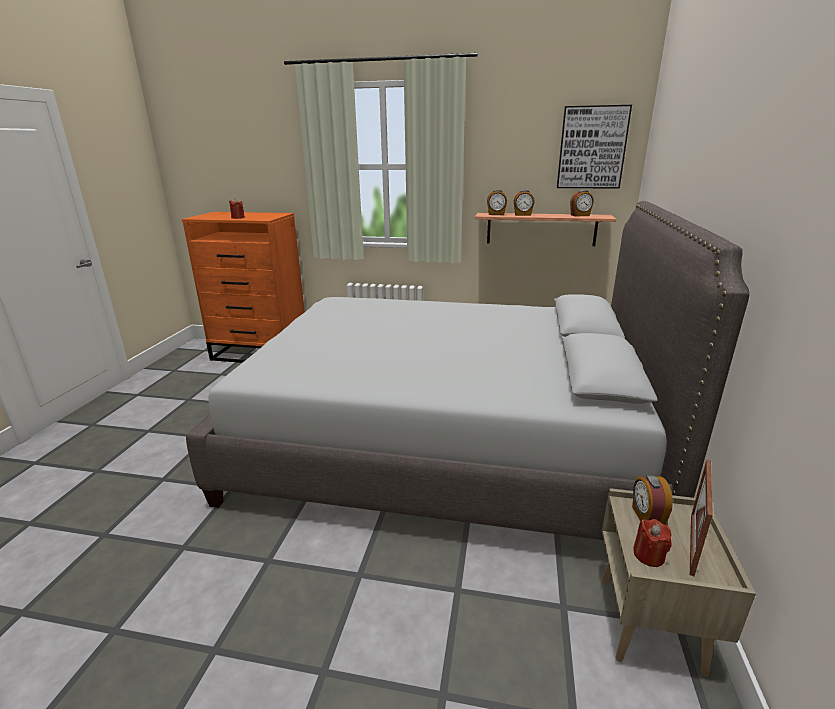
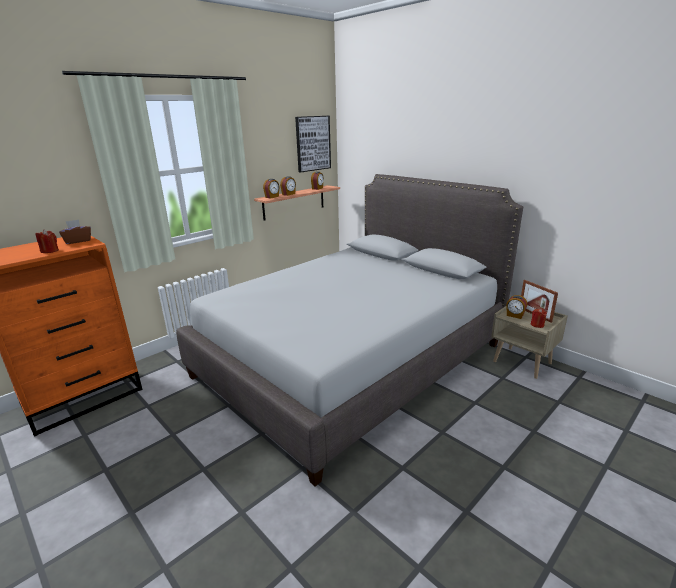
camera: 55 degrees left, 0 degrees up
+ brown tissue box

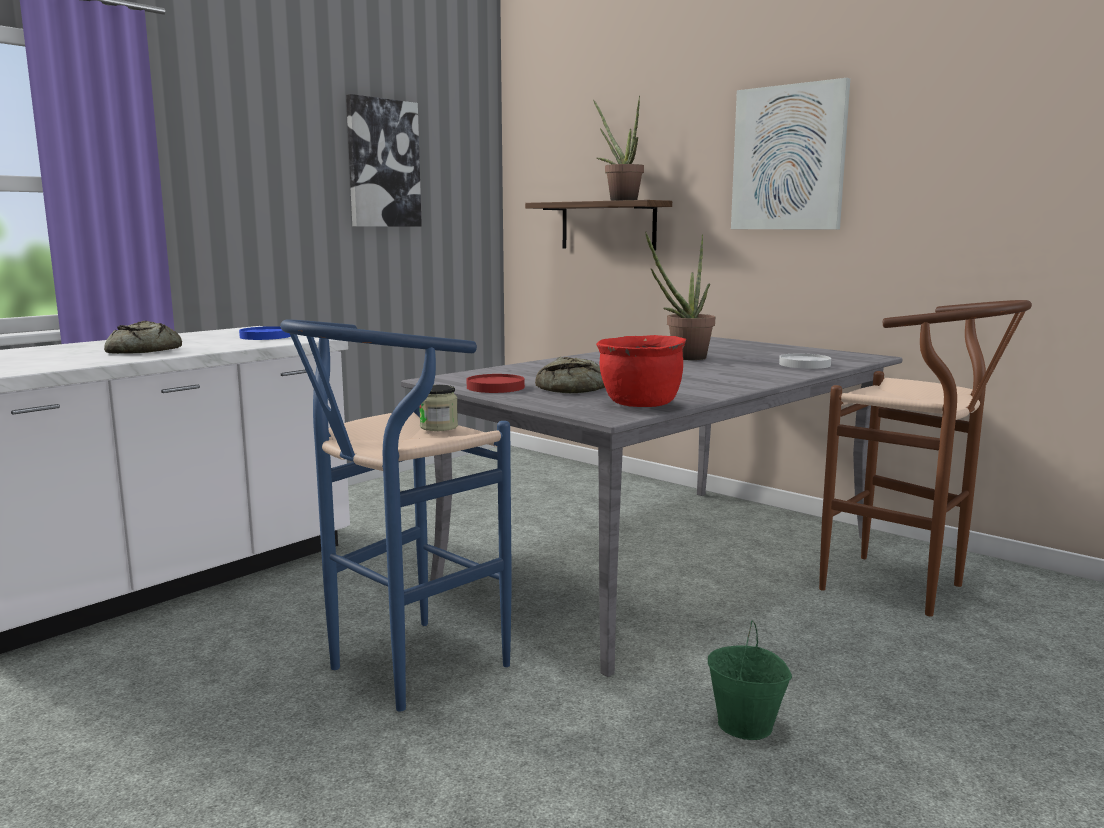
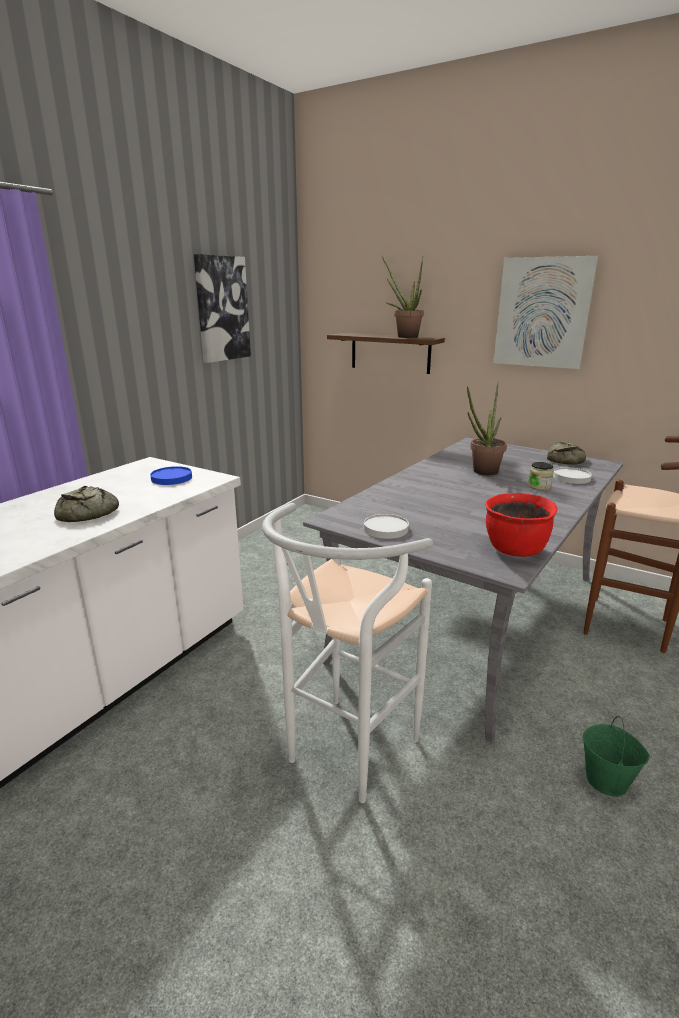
camera: 10 degrees left, 10 degrees up
~ blue stool to white stool
~ red plate to white plate (no. 1 from left)
~ jar
~ bread (no. 2 from left)

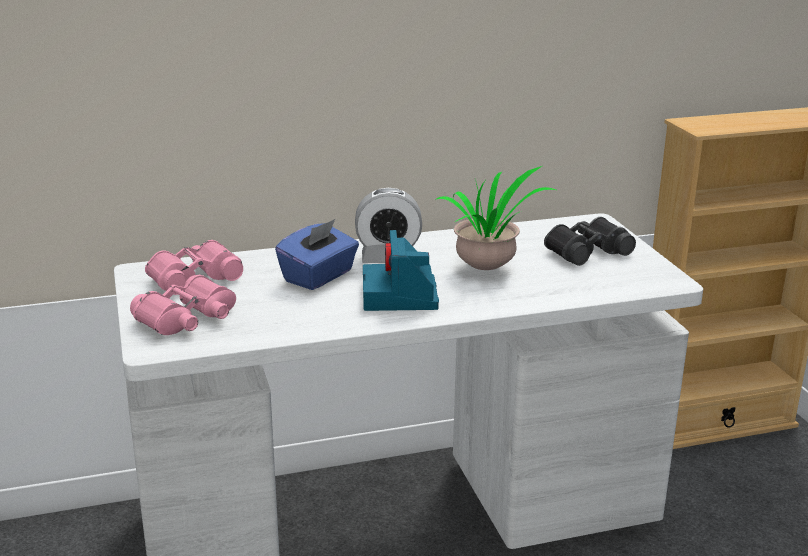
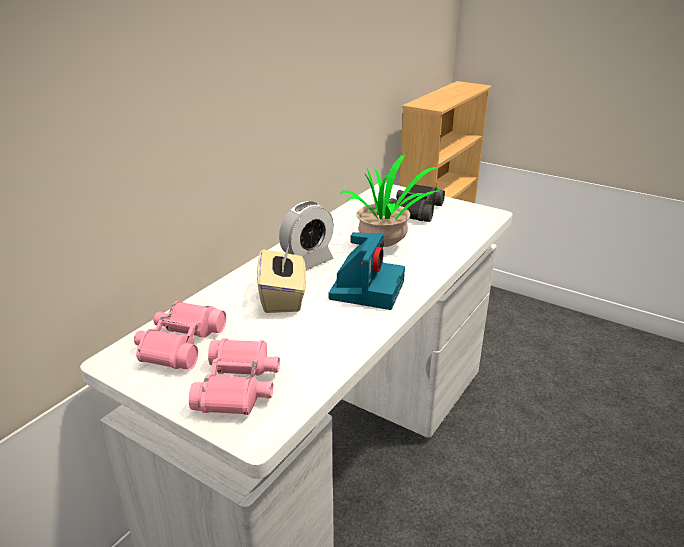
camera: 40 degrees left, 5 degrees up
~ blue tissue box to beige tissue box
~ photo camera 120 degrees counterclockwise

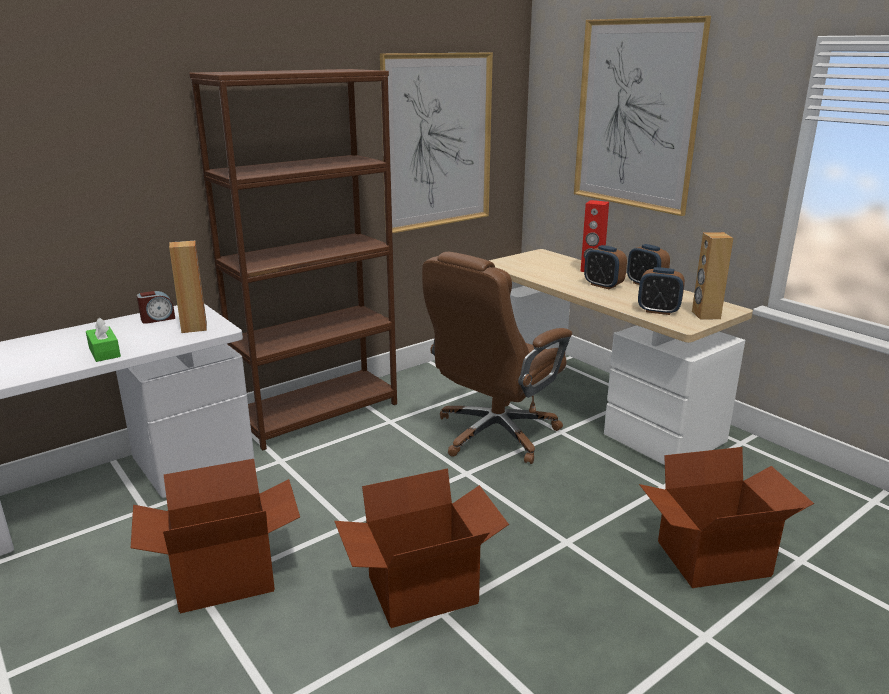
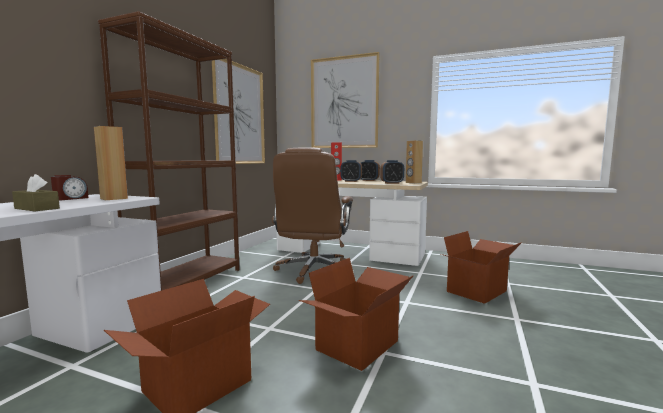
camera: 30 degrees left, 15 degrees down
~ green tissue box to brown tissue box

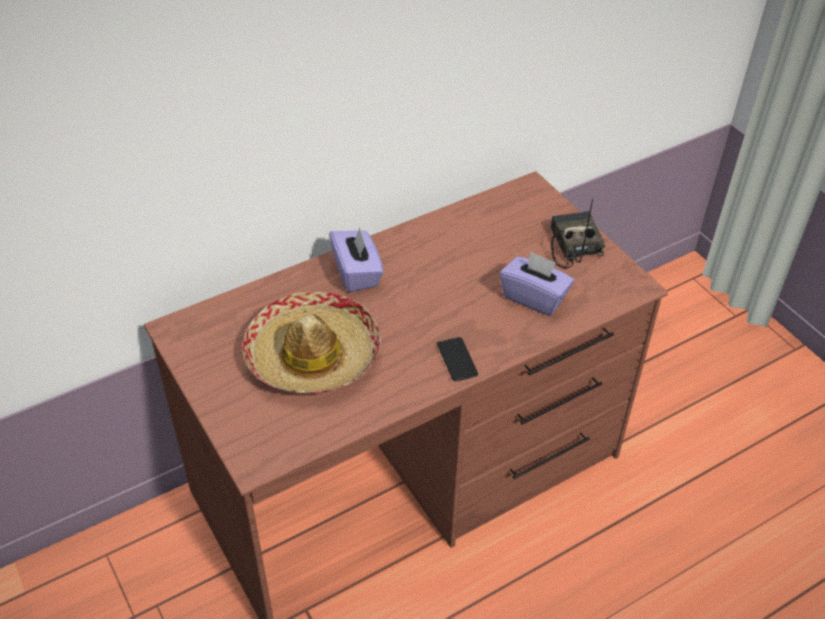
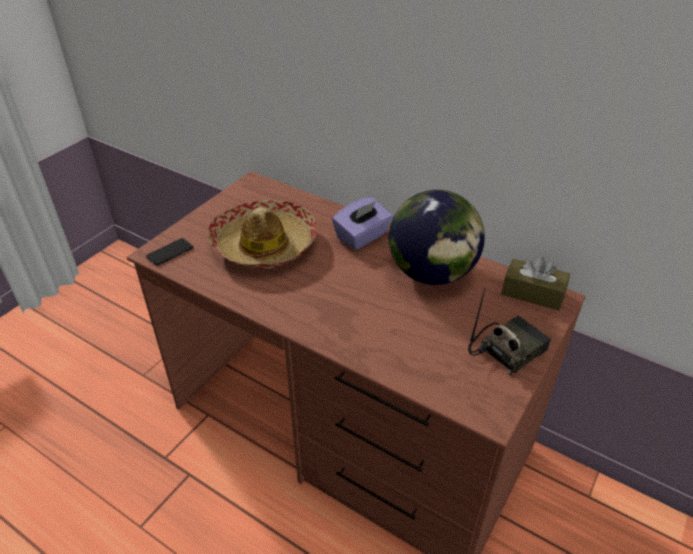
camera: 65 degrees right, 5 degrees down
~ phone
+ globe
+ brown tissue box
- purple tissue box (no. 2 from left)

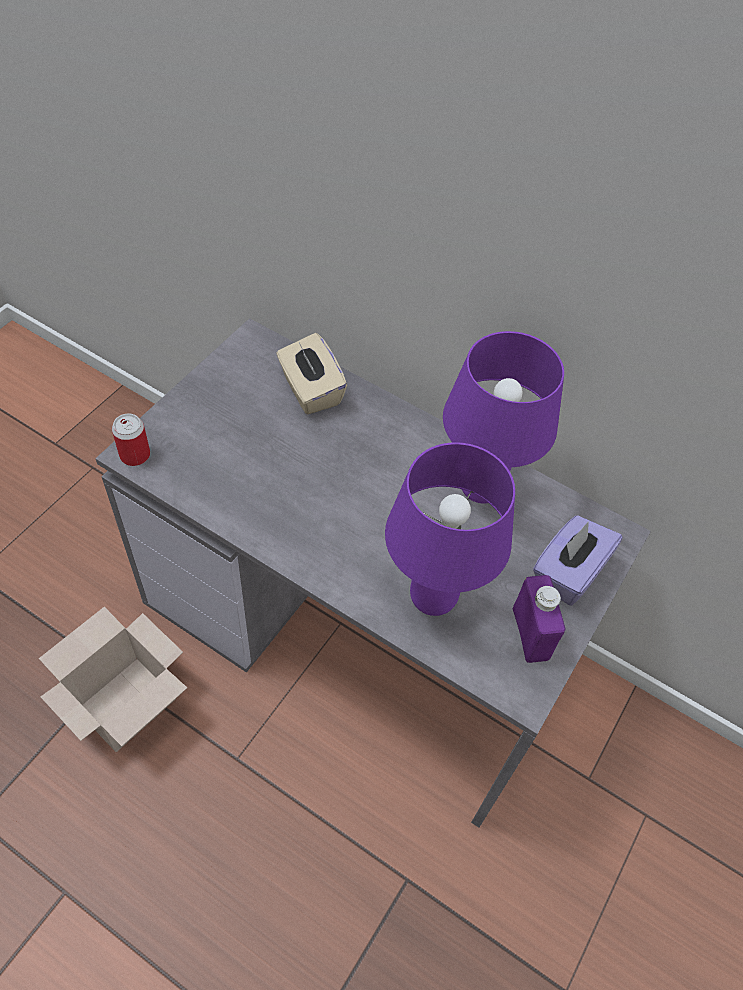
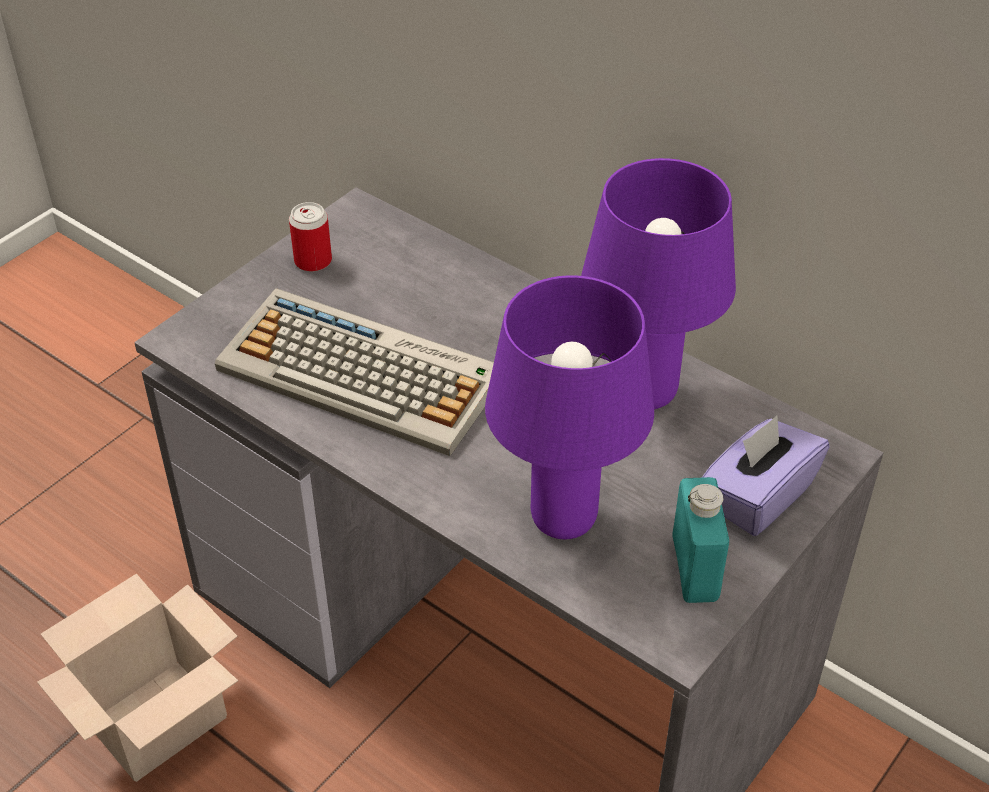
camera: 10 degrees right, 10 degrees down
+ keyboard
~ can
~ purple bottle to turquoise bottle
- beige tissue box

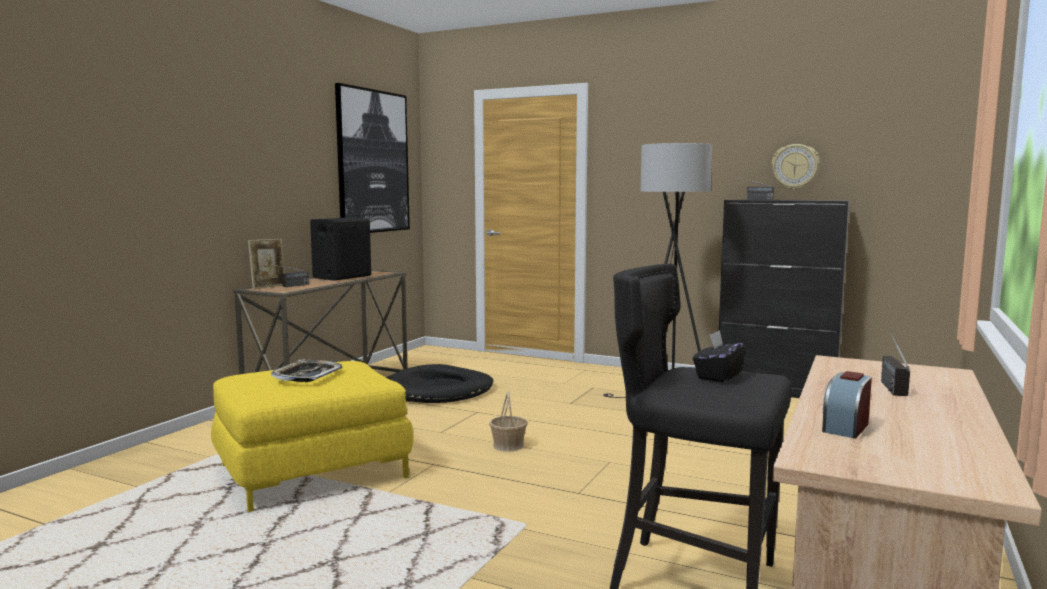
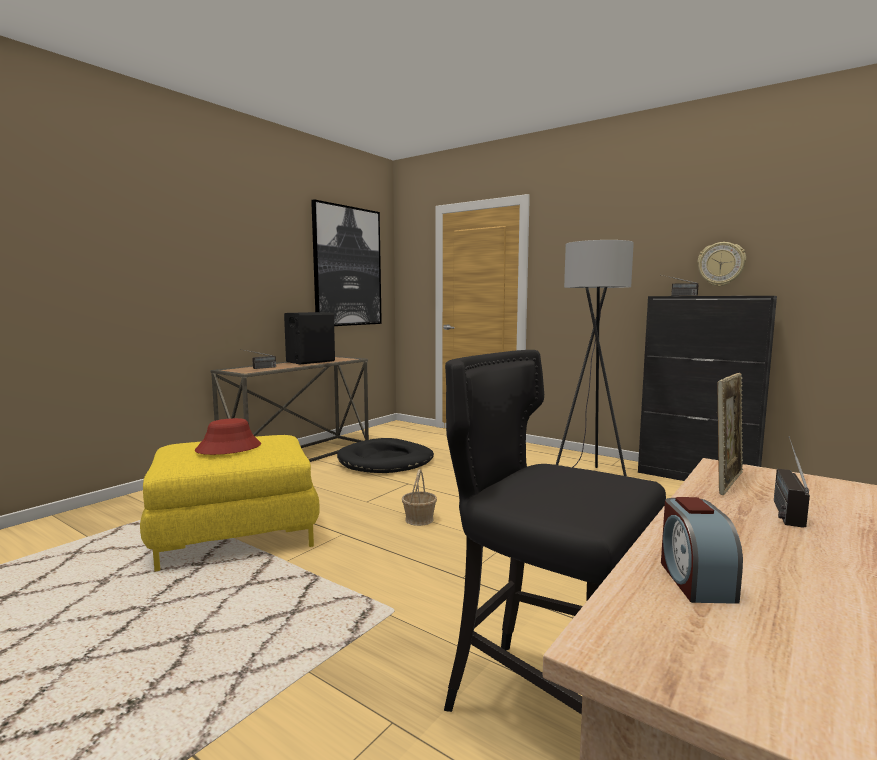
camera: 10 degrees right, 0 degrees up
~ tray to red hat
~ alarm clock 45 degrees counterclockwise
~ picture frame
- black tissue box

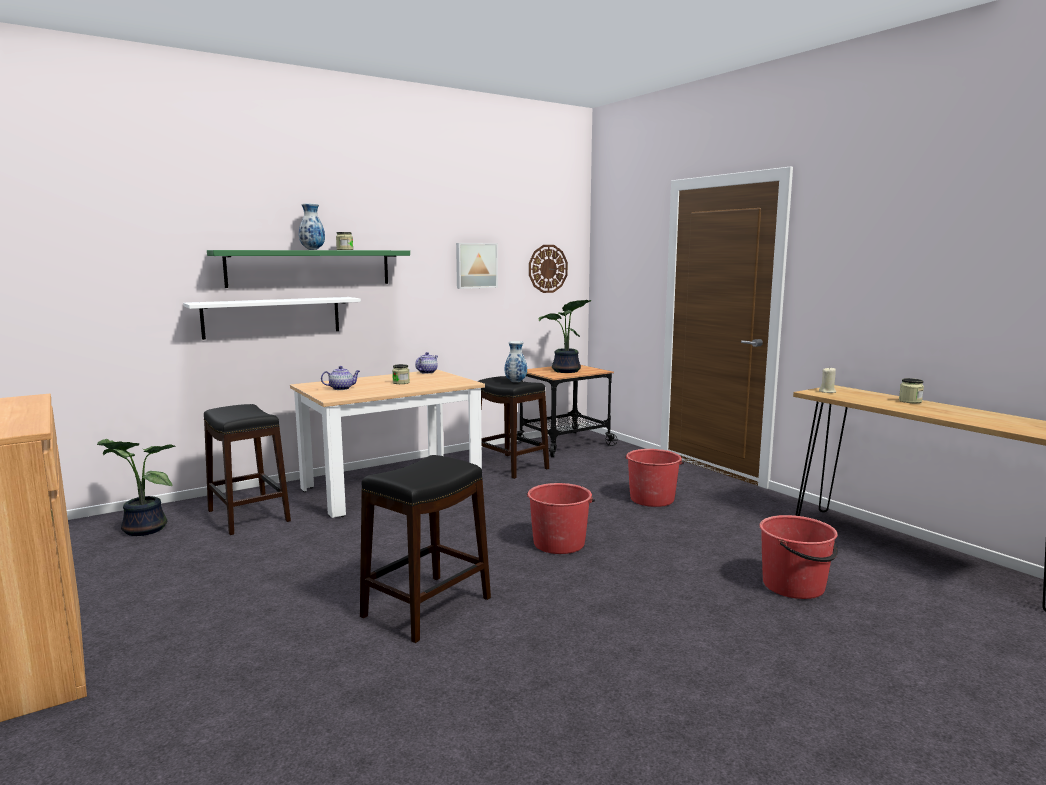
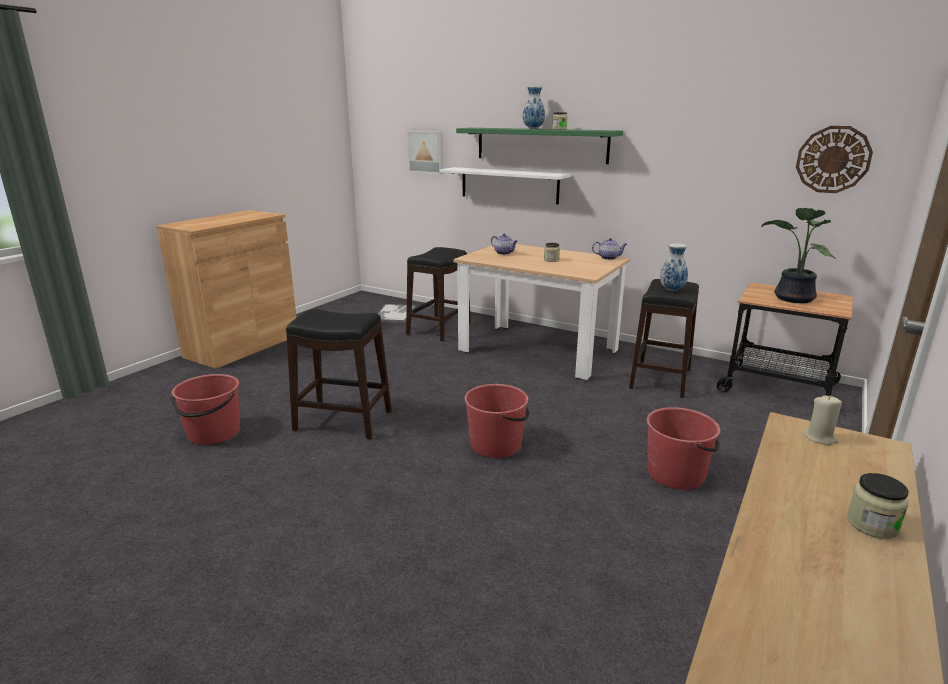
camera: 65 degrees right, 10 degrees up
~ red bucket (no. 3 from left in the first image) to red bucket (no. 1 from left)
~ potted plant (no. 1 from left) to tray
~ picture

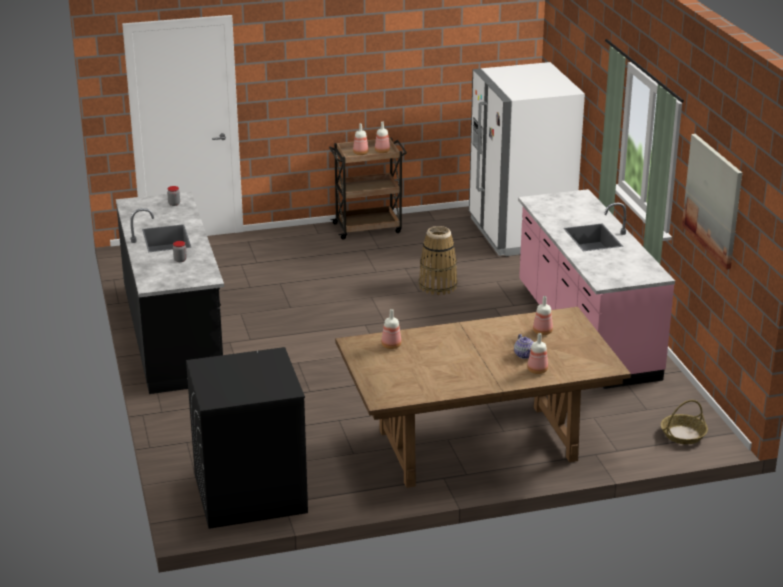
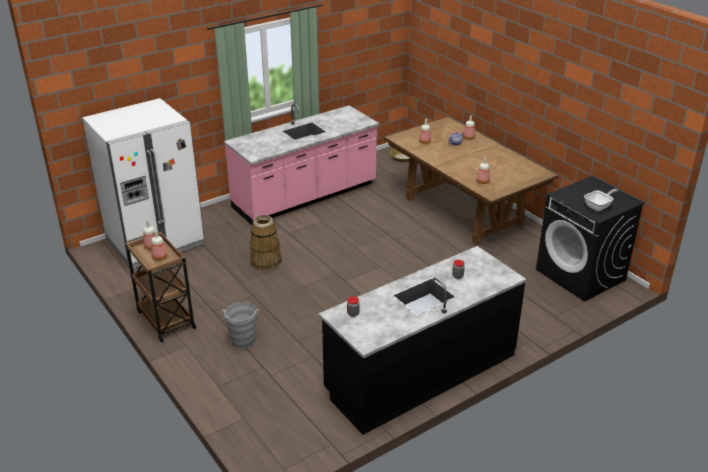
camera: 110 degrees left, 5 degrees up
+ grey bucket
+ frying pan
- picture

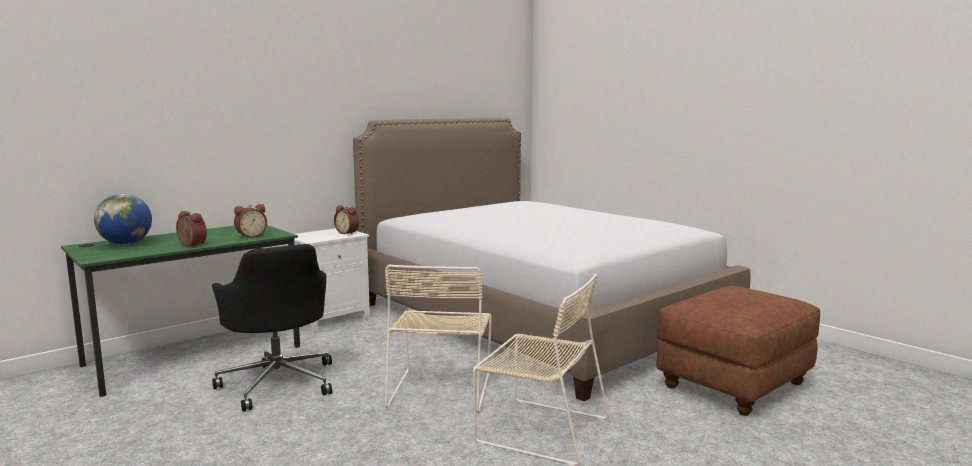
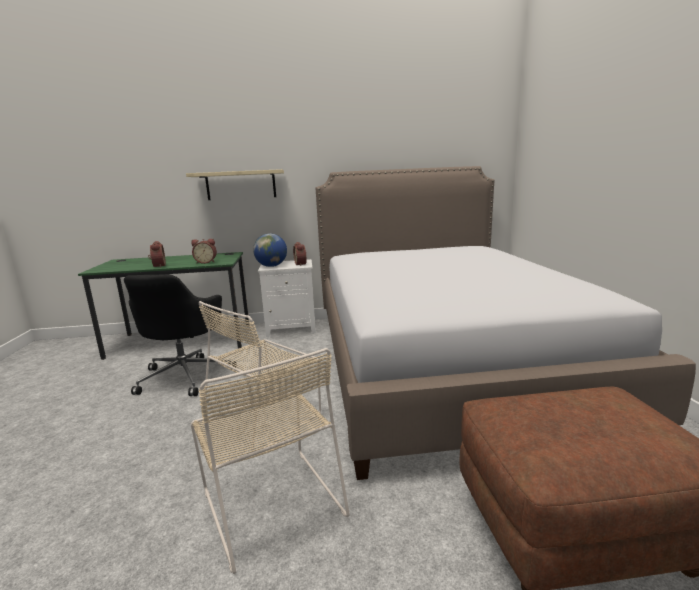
camera: 35 degrees right, 5 degrees up
+ beige shelf
~ globe

